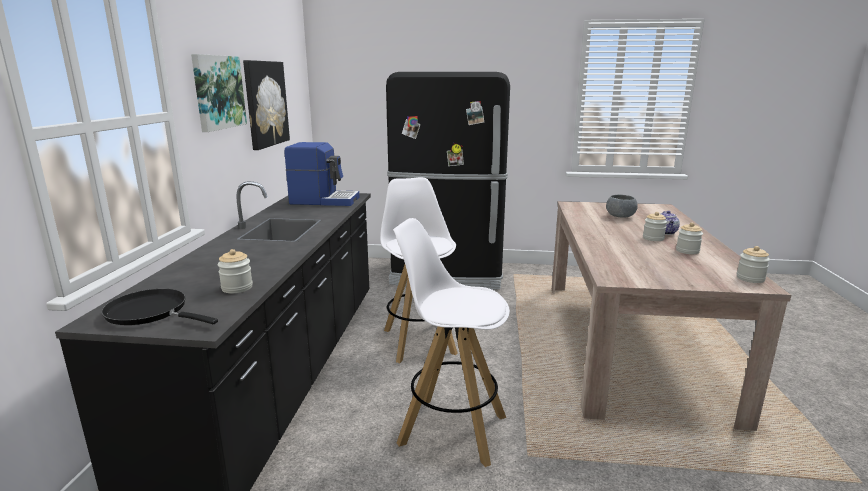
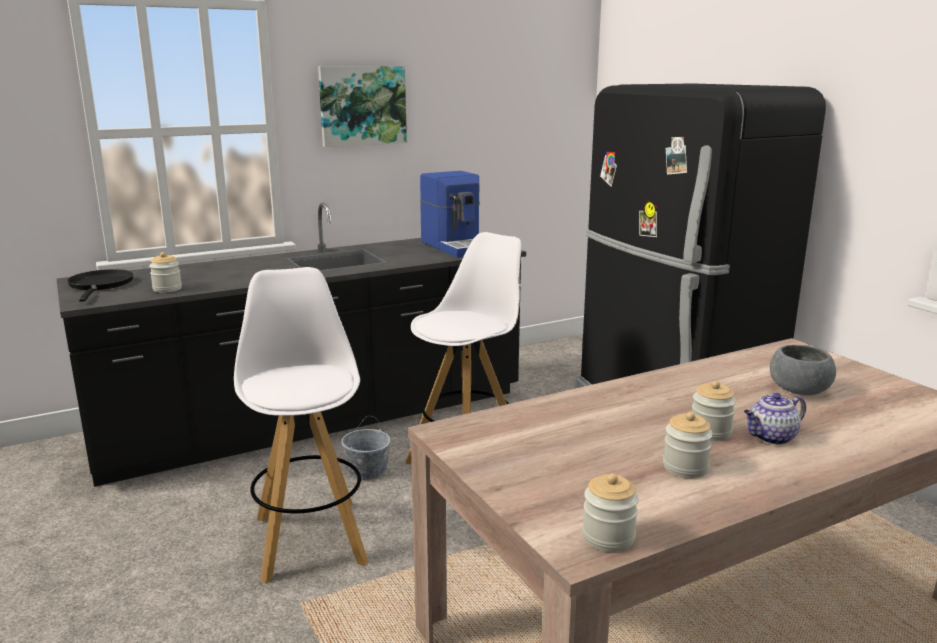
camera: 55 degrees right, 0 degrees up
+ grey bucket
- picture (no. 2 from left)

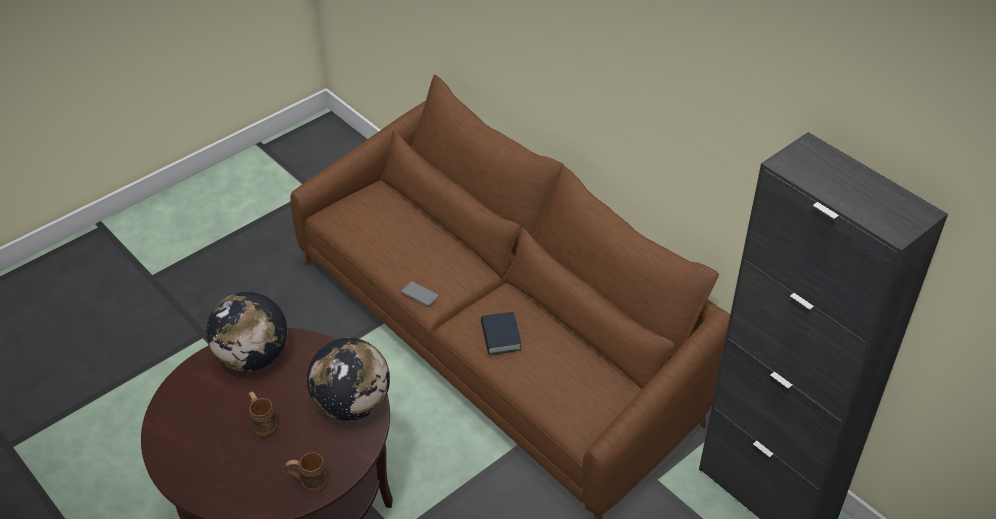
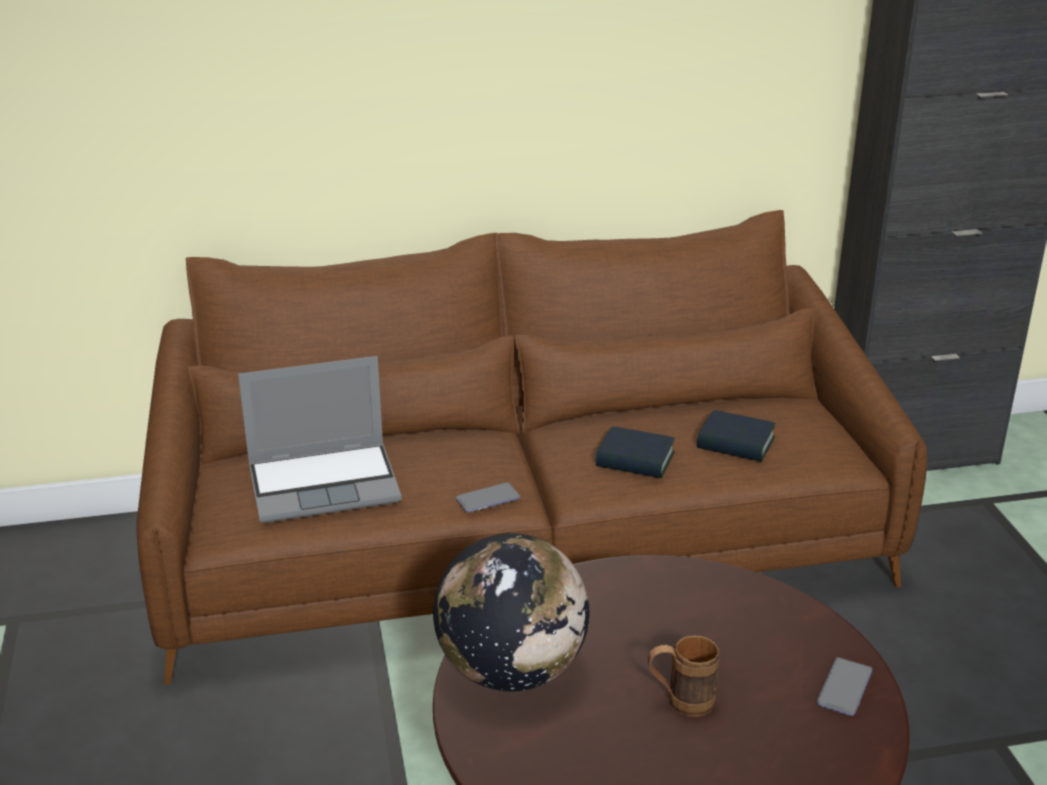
camera: 60 degrees left, 15 degrees down
+ laptop
+ book (no. 2 from left)
~ brown mug (no. 2 from left) to phone (no. 2 from left)
- globe (no. 2 from left)

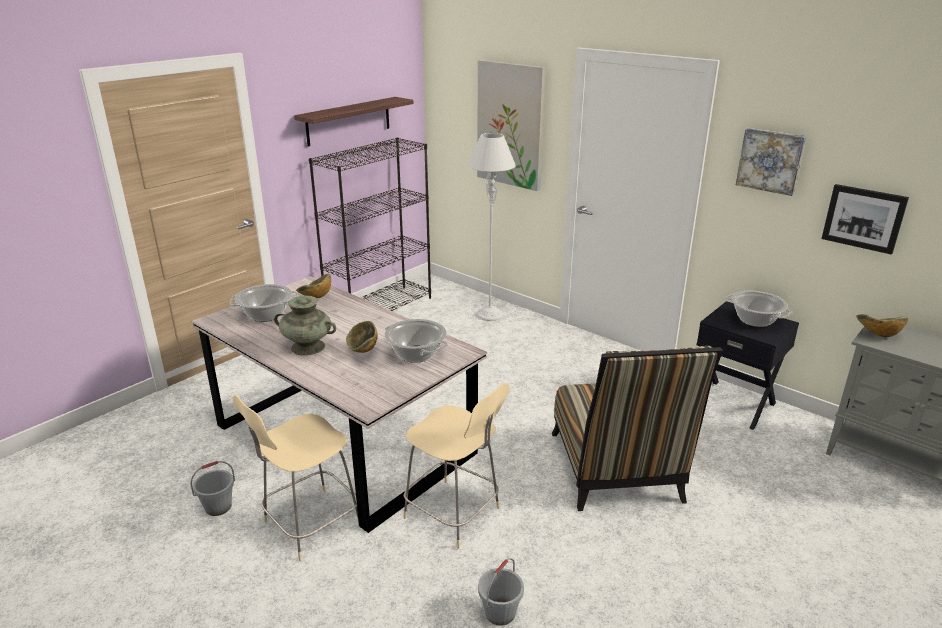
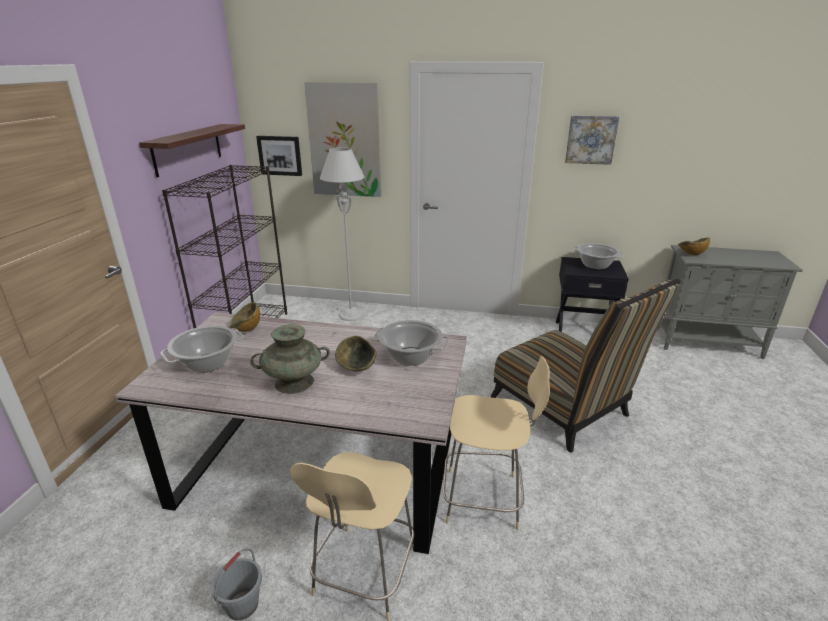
camera: 30 degrees left, 0 degrees up
~ picture (no. 3 from left in the first image) to picture (no. 1 from left)
- grey bucket (no. 2 from left)

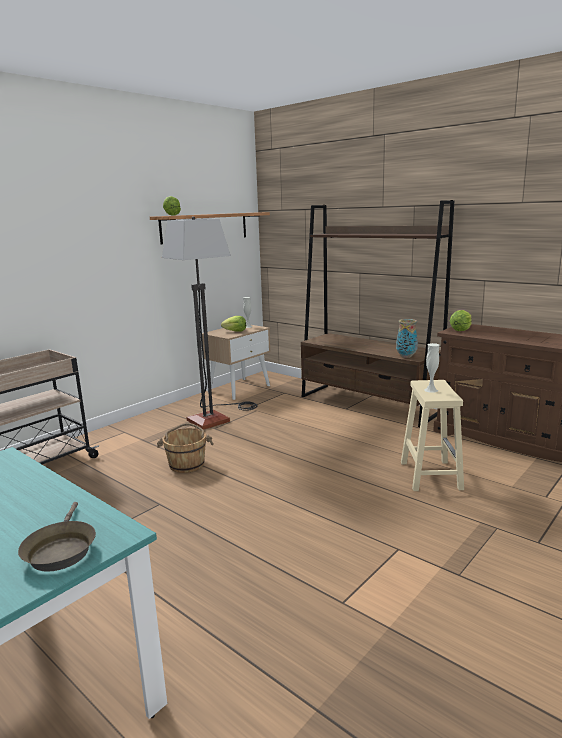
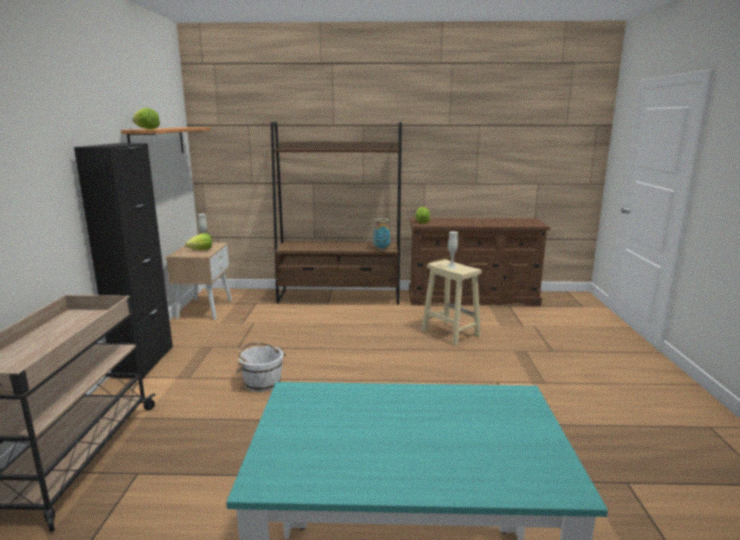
camera: 40 degrees left, 0 degrees up
+ black cabinet
~ brown bucket to white bucket
- brown frying pan
- floor lamp

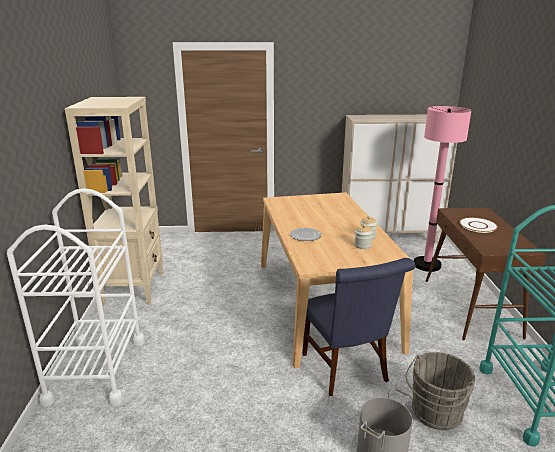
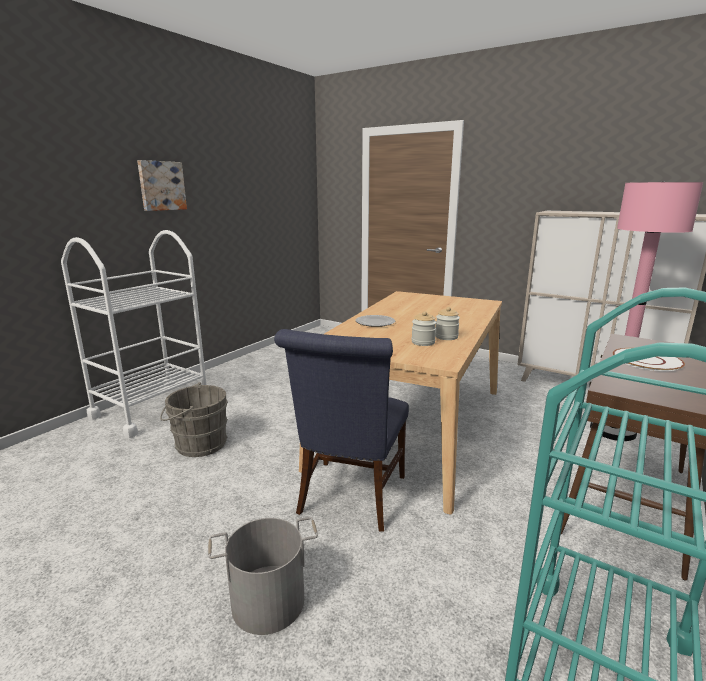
camera: 35 degrees right, 5 degrees down
+ picture
~ grey bucket (no. 2 from left in the first image) to grey bucket (no. 1 from left)
- beige bookcase

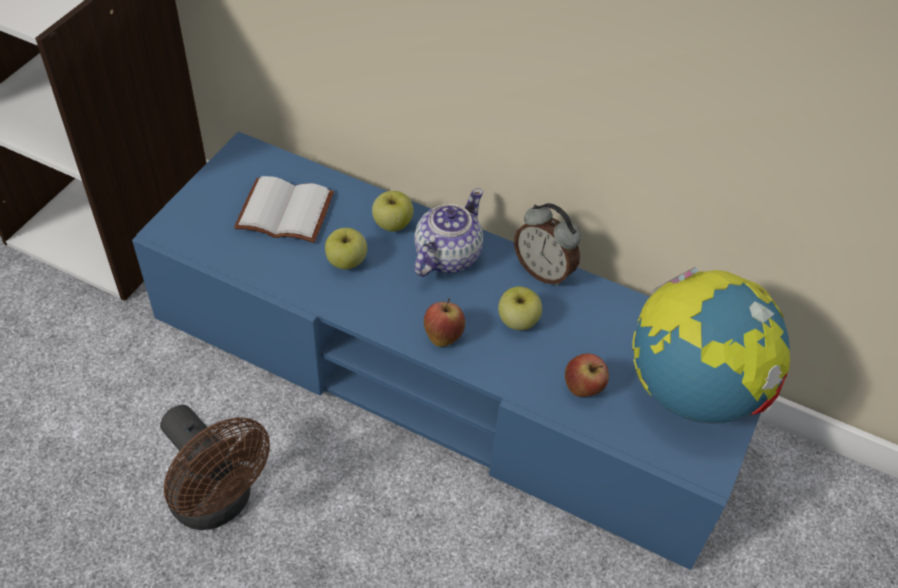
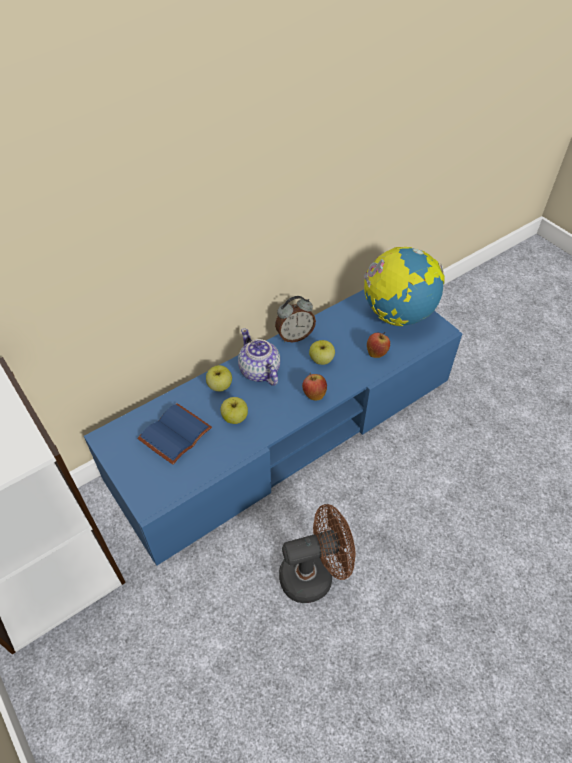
camera: 60 degrees left, 0 degrees up
~ white book to blue book

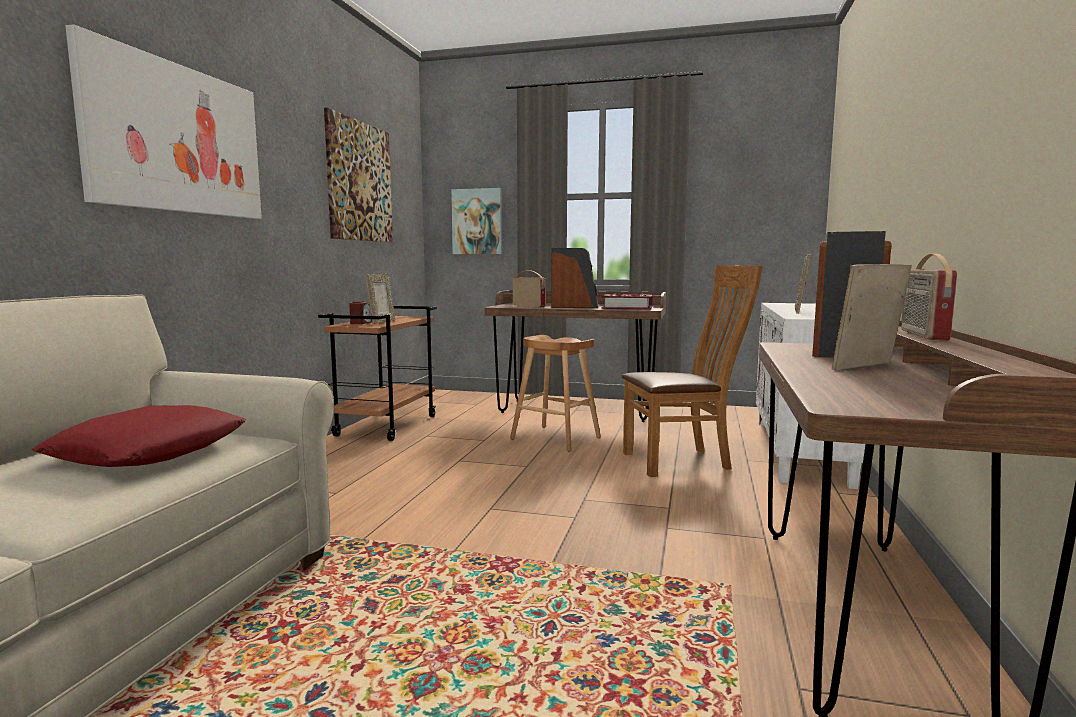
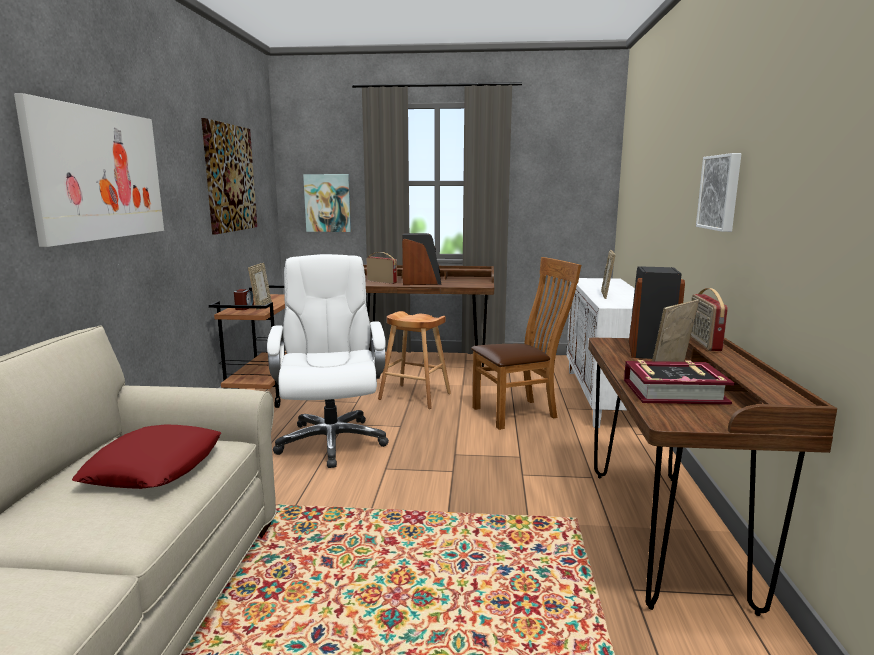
camera: 10 degrees left, 5 degrees up
+ white office chair
~ book
+ picture (no. 4 from left)

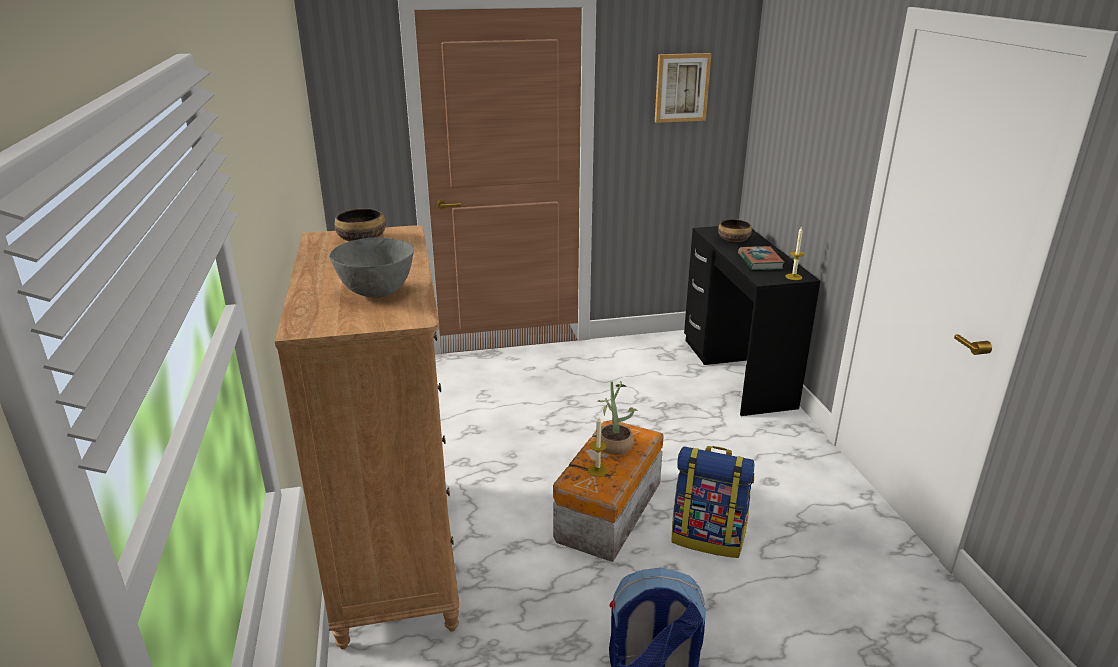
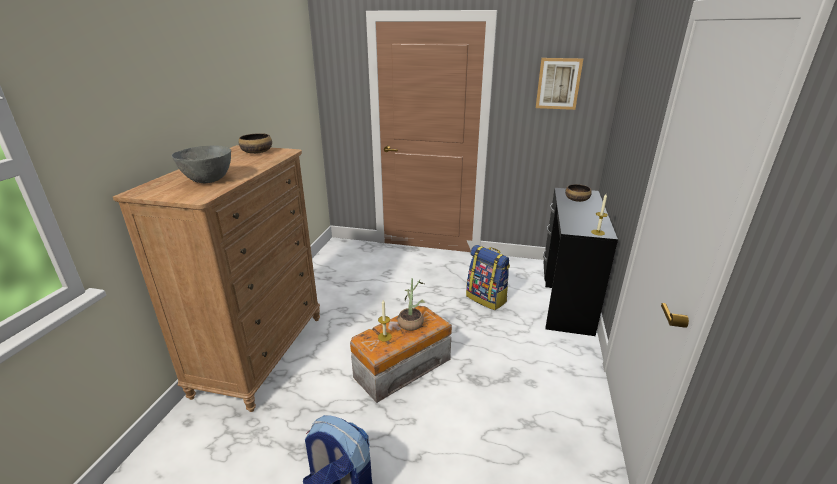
camera: 25 degrees right, 0 degrees up
~ backpack (no. 2 from left)
- book

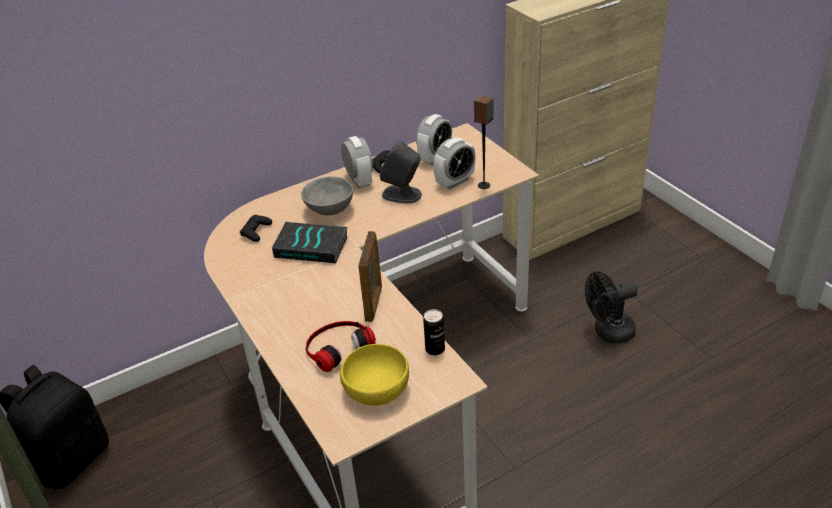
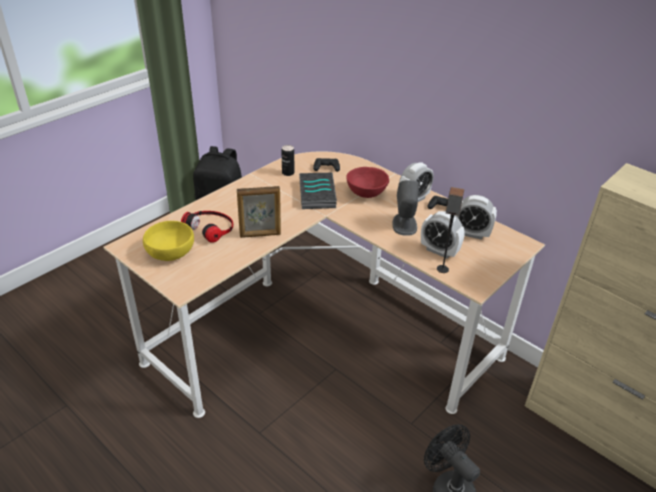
camera: 70 degrees right, 0 degrees up
~ can
~ grey bowl to red bowl

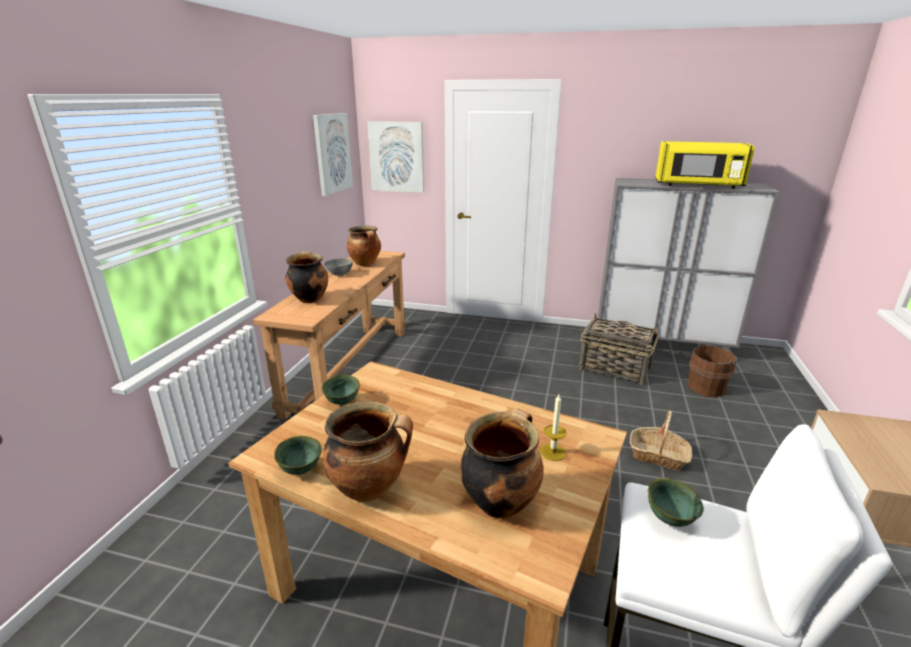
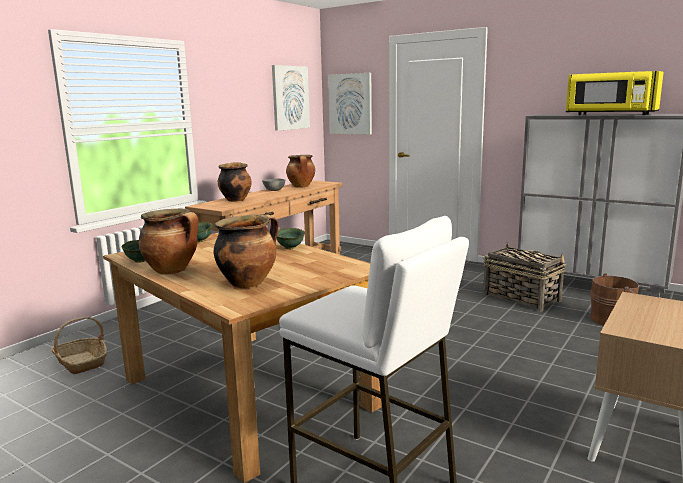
camera: 20 degrees right, 10 degrees down
~ basket (no. 2 from left in the first image) to basket (no. 1 from left)
~ green bowl (no. 3 from left)
- candle

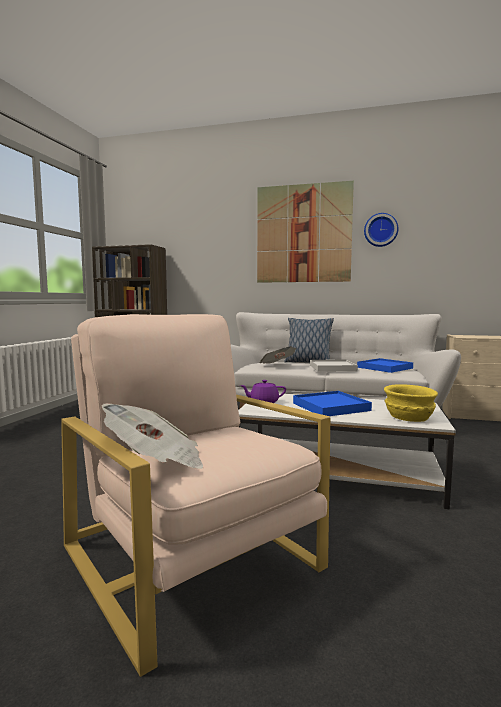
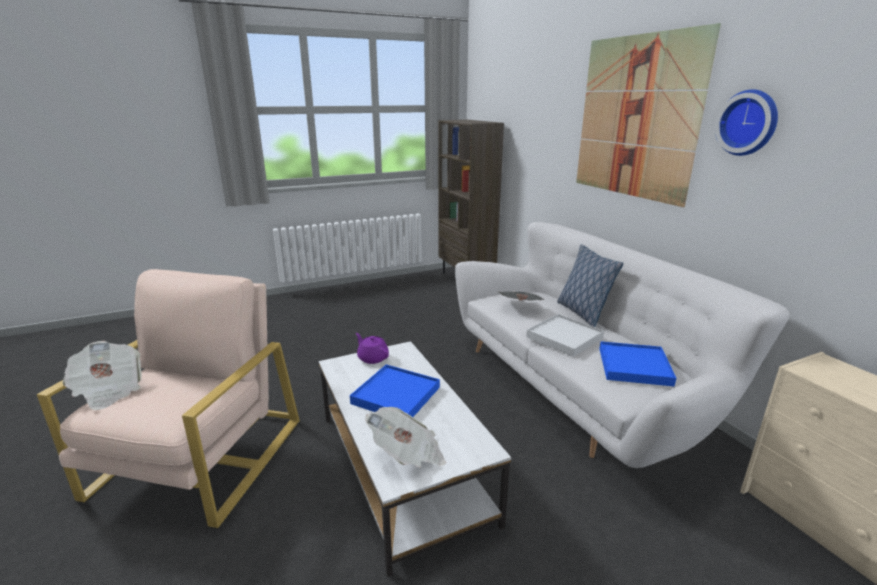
camera: 50 degrees right, 15 degrees up
~ yellow bowl to newspaper (no. 2 from left)

